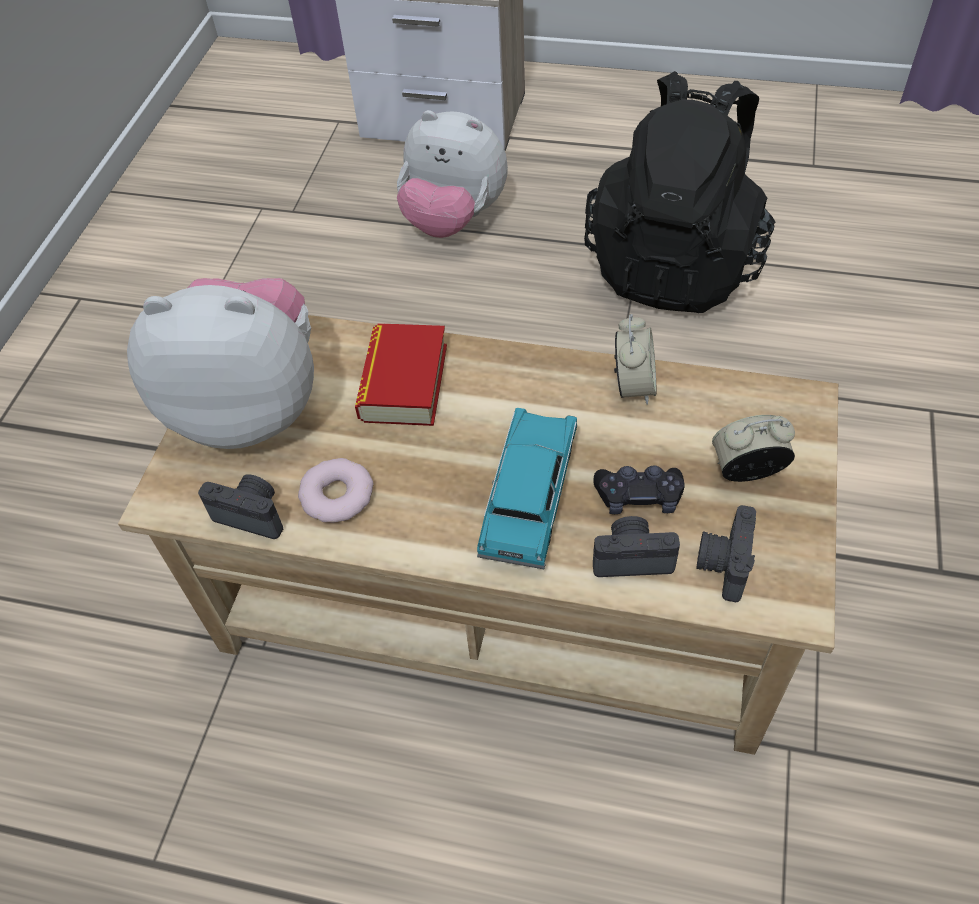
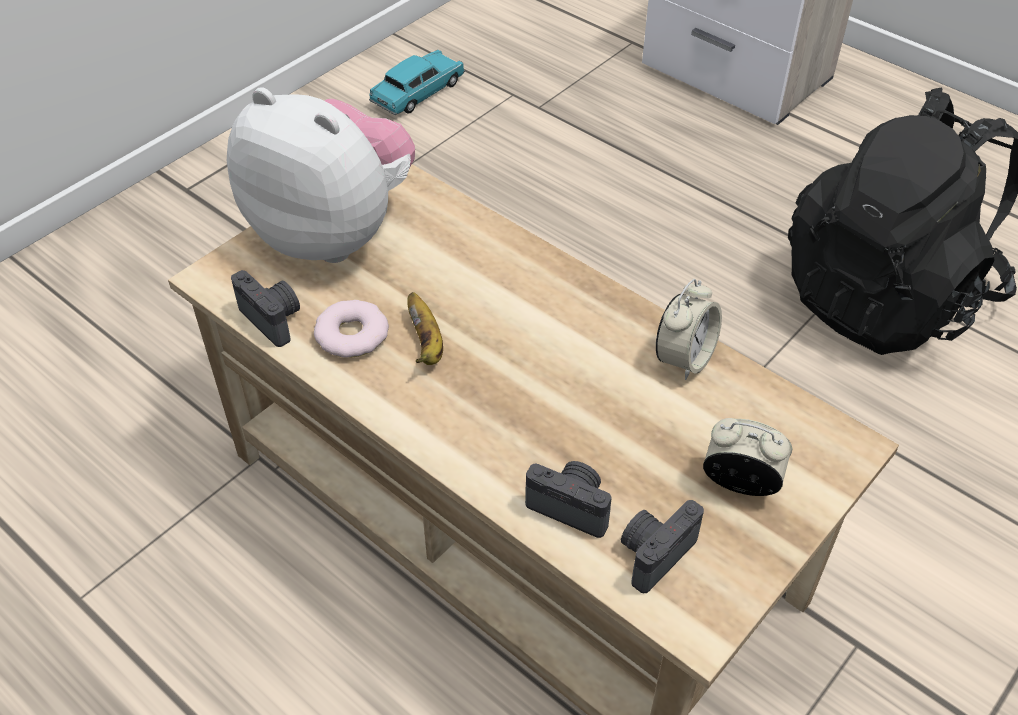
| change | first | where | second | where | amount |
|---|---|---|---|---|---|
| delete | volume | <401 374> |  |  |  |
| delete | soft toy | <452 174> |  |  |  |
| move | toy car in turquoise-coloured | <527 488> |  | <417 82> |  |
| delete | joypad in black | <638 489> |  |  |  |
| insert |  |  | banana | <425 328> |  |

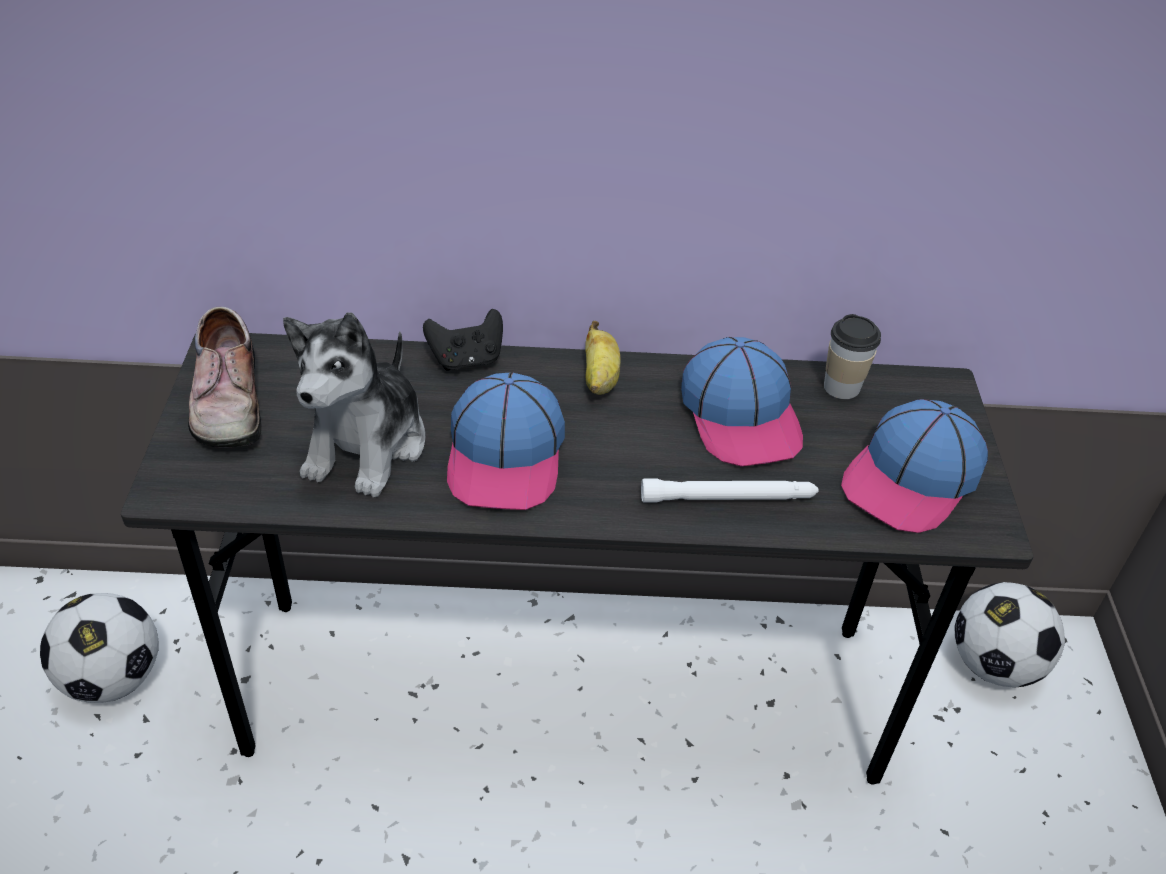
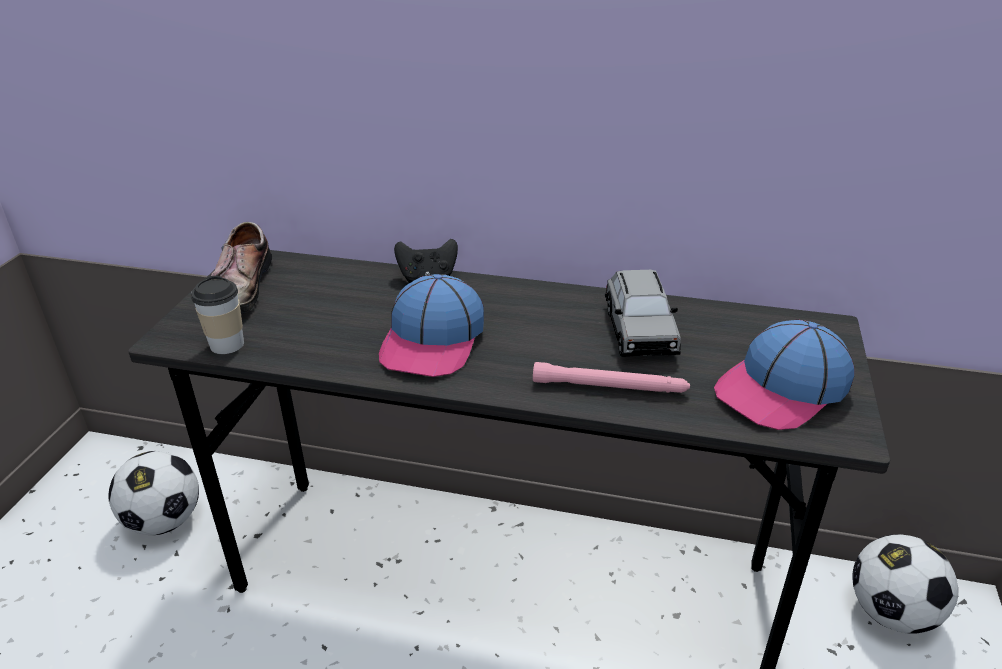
| change | first | where | second | where | amount |
|---|---|---|---|---|---|
| delete | soft toy | <354 404> |  |  |  |
| delete | banana | <603 358> |  |  |  |
| recolor | flashlight in whitish | <730 491> | flashlight in pink-coloured | <611 377> |  |
| replace | peaked cap | <742 402> | toy car in greyish | <643 313> |  |
| move | cup | <852 356> |  | <217 315> |  |

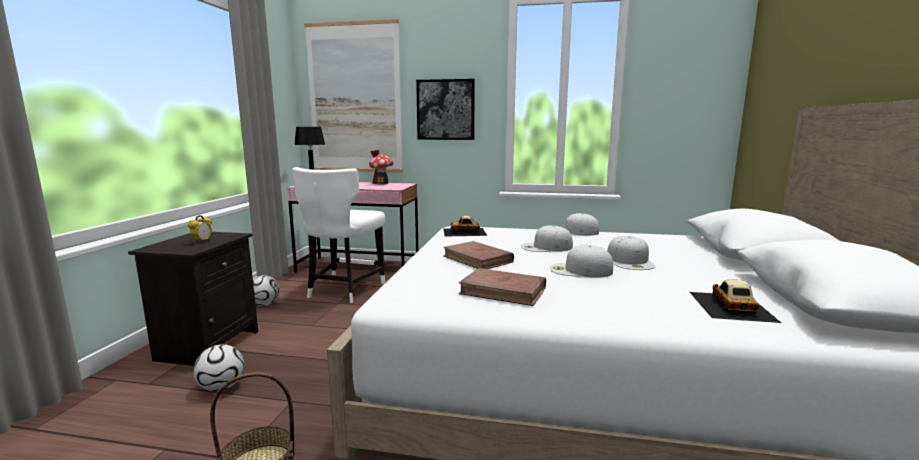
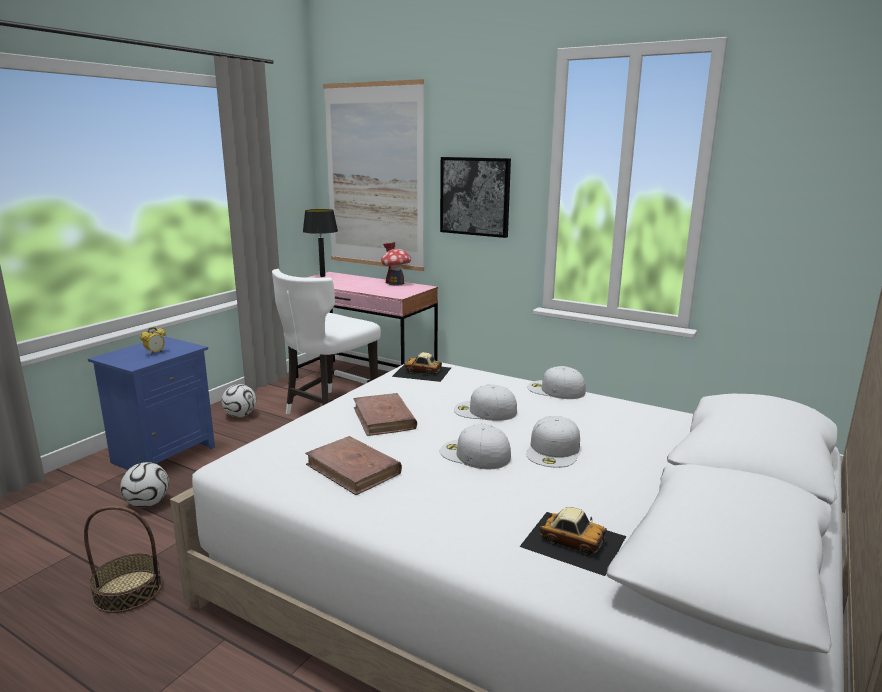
| change | first | where | second | where | amount |
|---|---|---|---|---|---|
| recolor | night table in black | <193 299> | night table in bluish | <151 403> |  |
| rotate | toy car | <735 301> |  | <572 541> | 90 degrees clockwise |

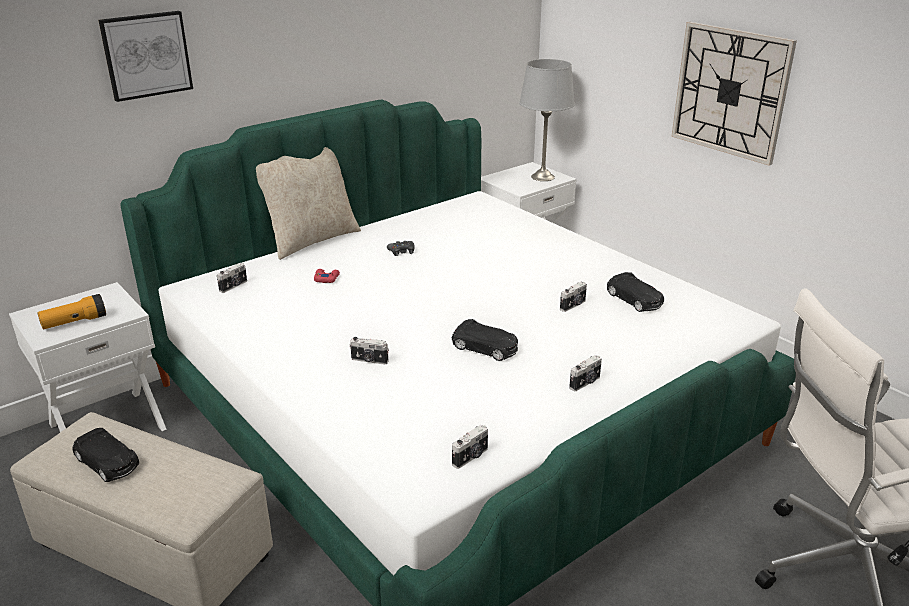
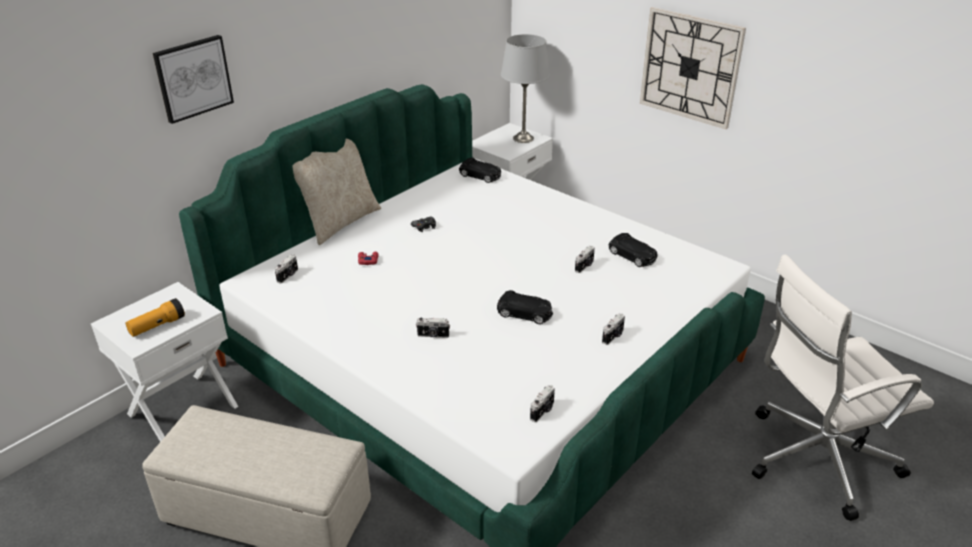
| change | first | where | second | where | amount |
|---|---|---|---|---|---|
| move | toy car in black | <106 455> |  | <480 170> |  |

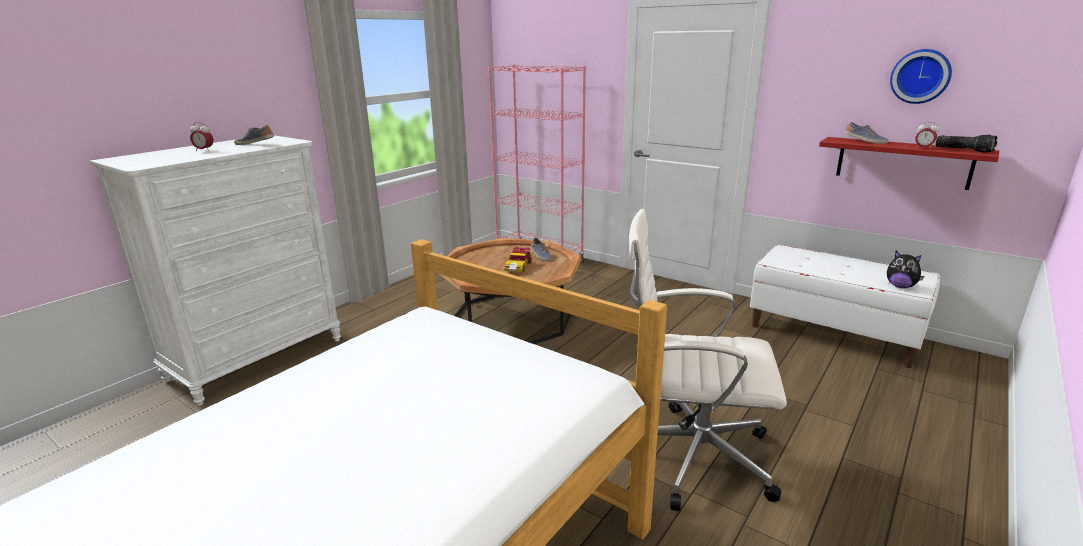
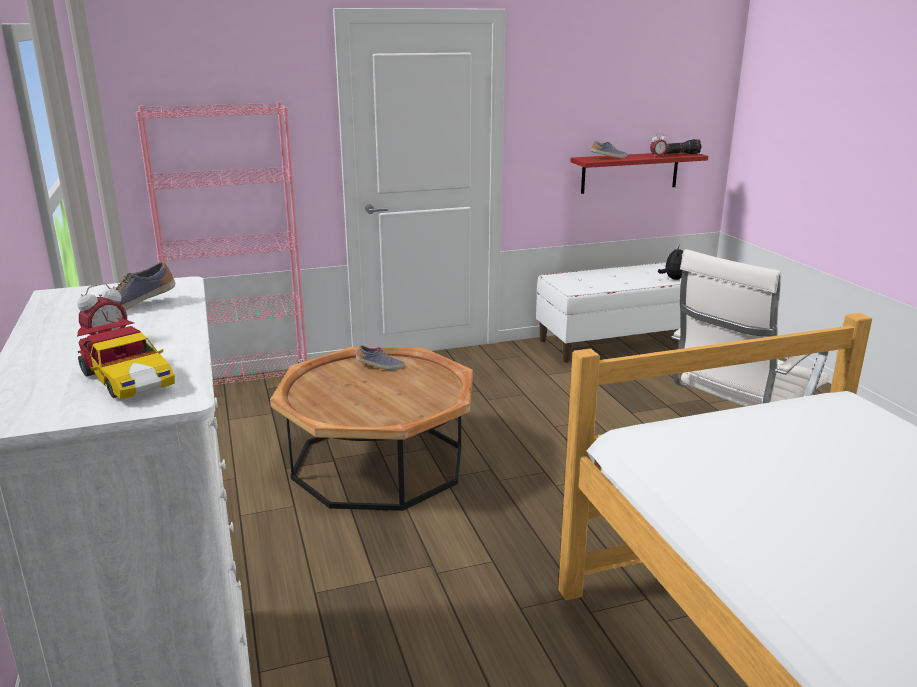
| change | first | where | second | where | amount |
|---|---|---|---|---|---|
| move | toy car | <518 259> |  | <126 358> |  |
| rotate | soft toy | <906 269> |  | <670 263> | 60 degrees counterclockwise |
| delete | wall clock | <921 76> |  |  |  |

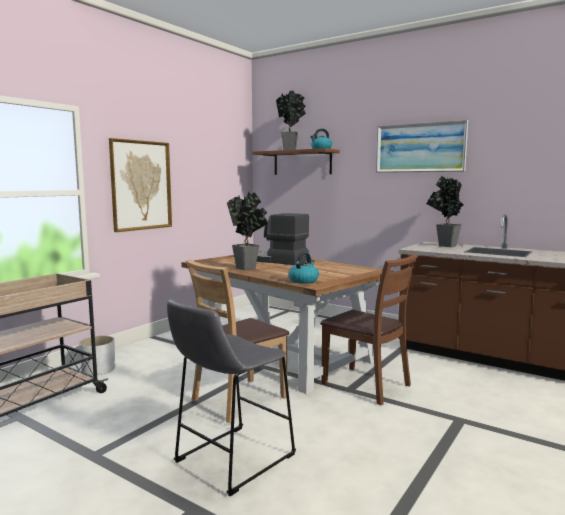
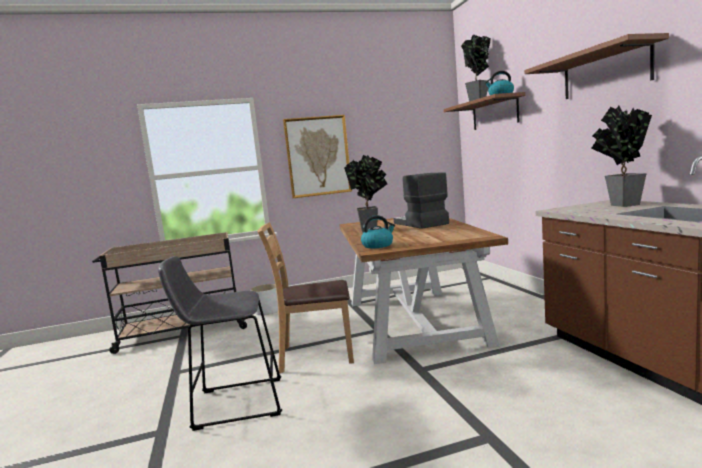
| change | first | where | second | where | amount |
|---|---|---|---|---|---|
| delete | chair in brown | <369 329> |  |  |  |
| replace | picture | <422 146> | bracket shelf in brown | <596 66> |  |

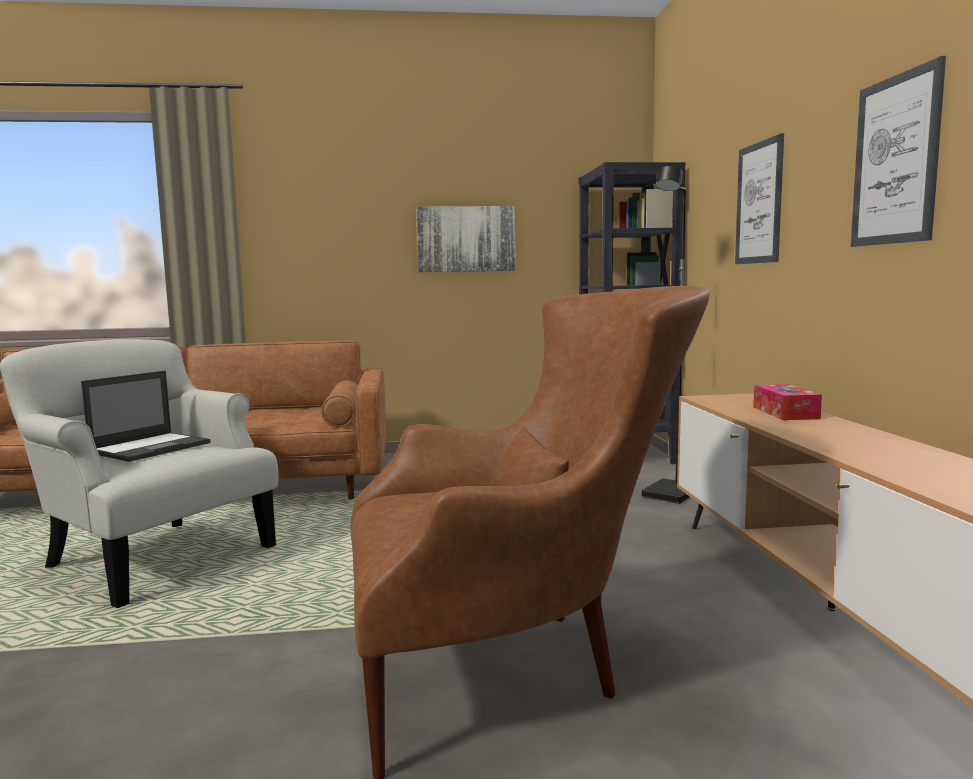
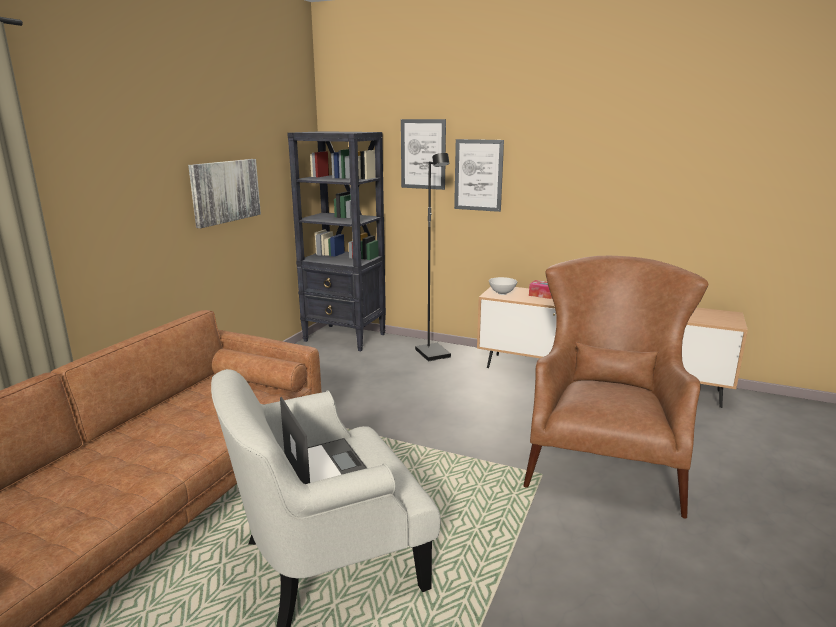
| change | first | where | second | where | amount |
|---|---|---|---|---|---|
| move | picture | <898 151> |  | <423 154> |  |
| insert |  |  | deep dish in whitish | <503 286> |  |

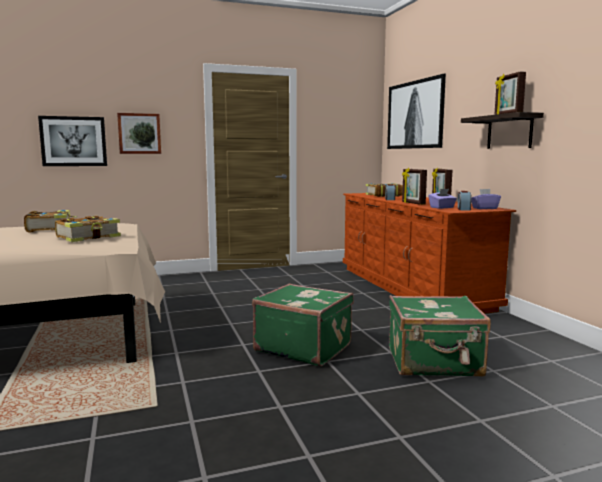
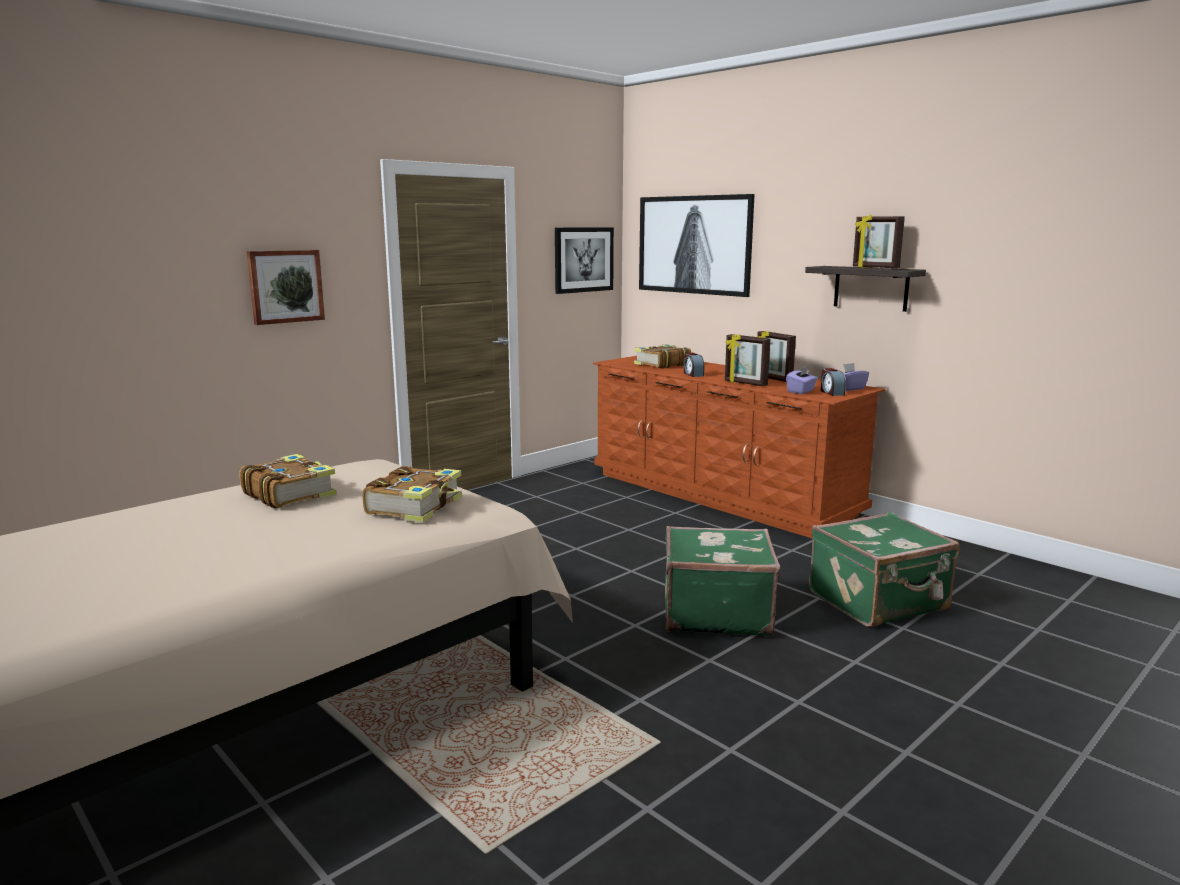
| change | first | where | second | where | amount |
|---|---|---|---|---|---|
| move | picture | <72 141> |  | <584 261> |  |

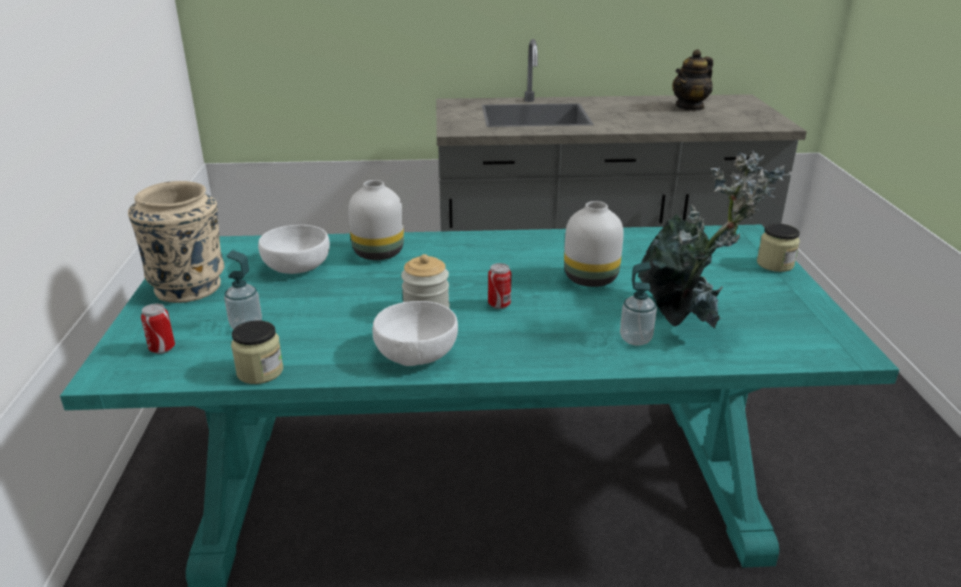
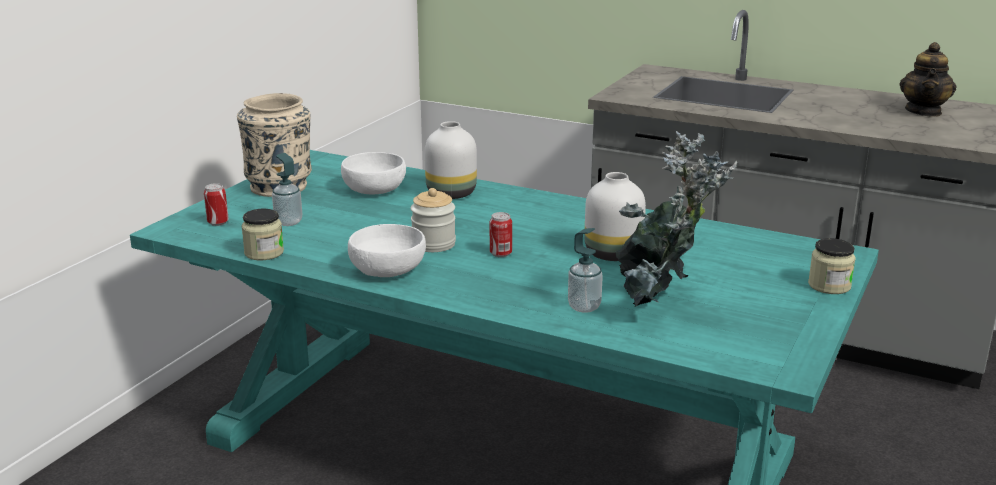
| change | first | where | second | where | amount |
|---|---|---|---|---|---|
| rotate | tea pot | <693 80> |  | <927 79> | 60 degrees counterclockwise |

